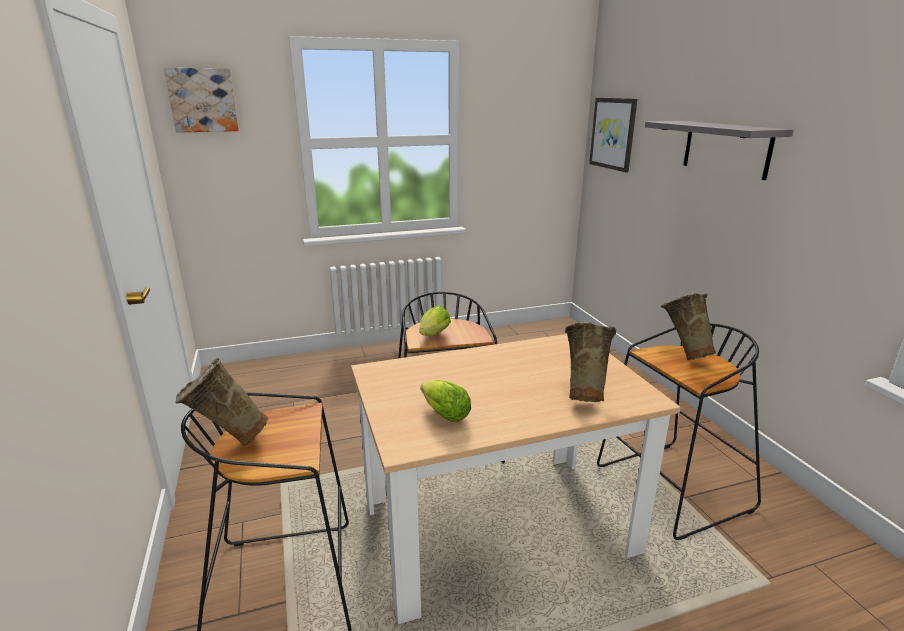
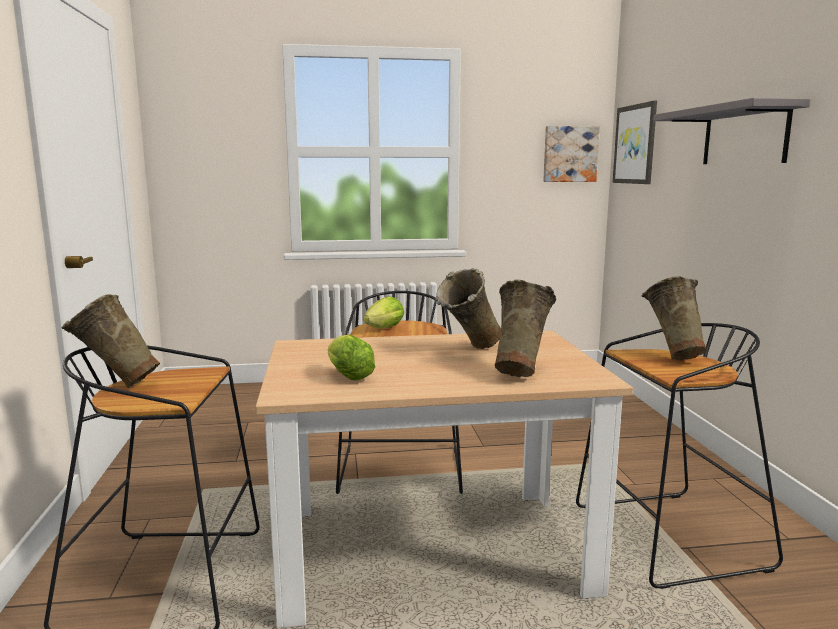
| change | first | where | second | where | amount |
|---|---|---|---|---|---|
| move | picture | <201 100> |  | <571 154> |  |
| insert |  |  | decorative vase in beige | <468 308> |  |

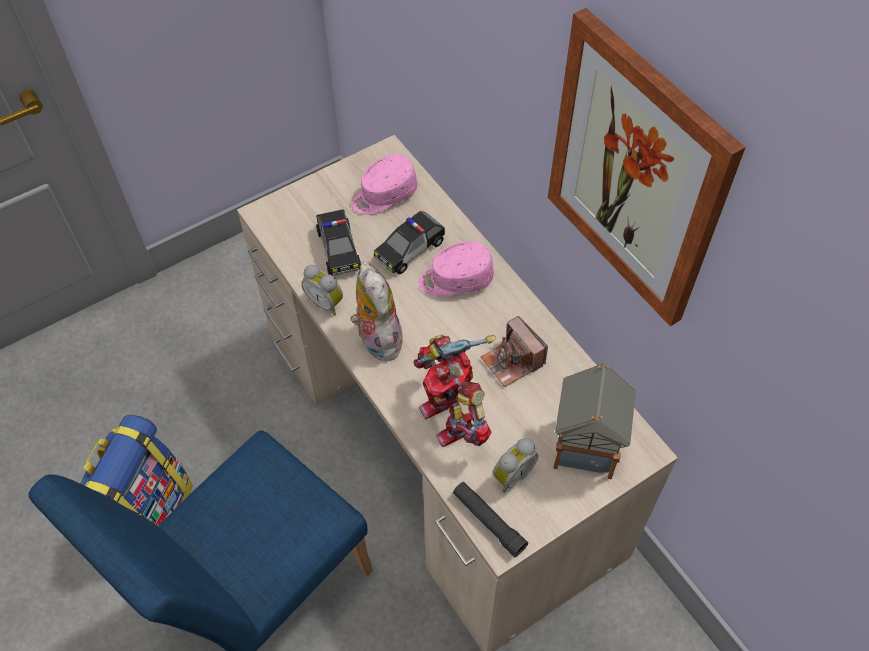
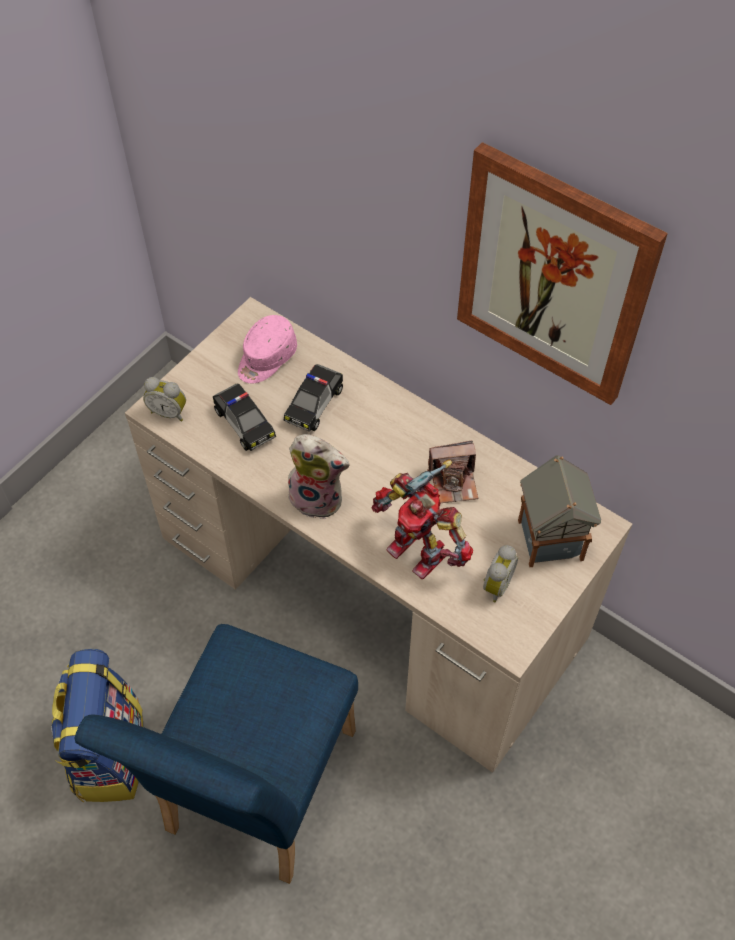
| change | first | where | second | where | amount |
|---|---|---|---|---|---|
| move | bedside clock | <322 290> |  | <164 399> |  |
| rotate | soft toy | <377 311> |  | <317 476> | 150 degrees clockwise |
| delete | peaked cap in pink-coloured | <456 268> |  |  |  |
| delete | flashlight in black | <490 520> |  |  |  |
| rotate | photo camera | <514 351> |  | <452 472> | 45 degrees counterclockwise |

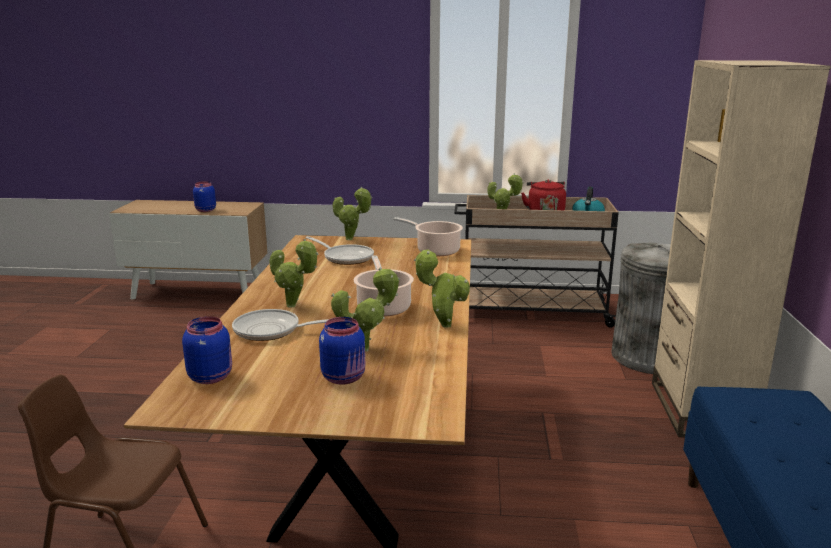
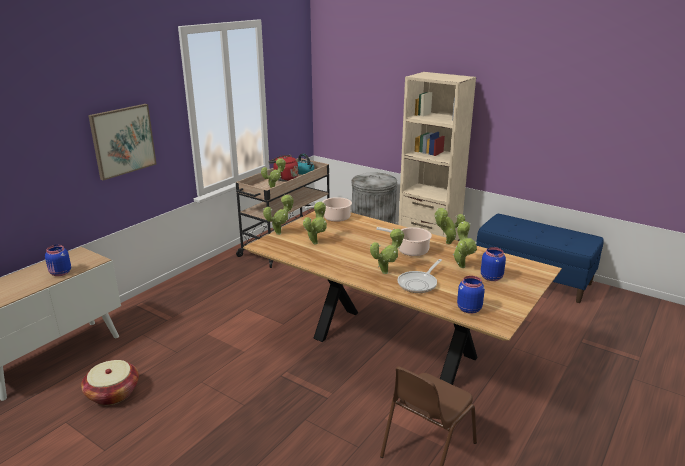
| change | first | where | second | where | amount |
|---|---|---|---|---|---|
| replace | skillet | <339 250> | houseplant | <315 223> |  |
| insert |  |  | basket | <110 382> |  |
| insert |  |  | picture | <122 142> |  |

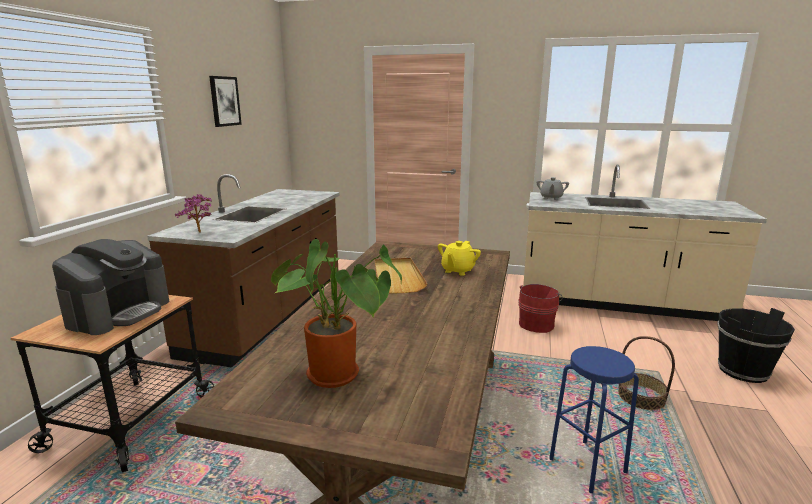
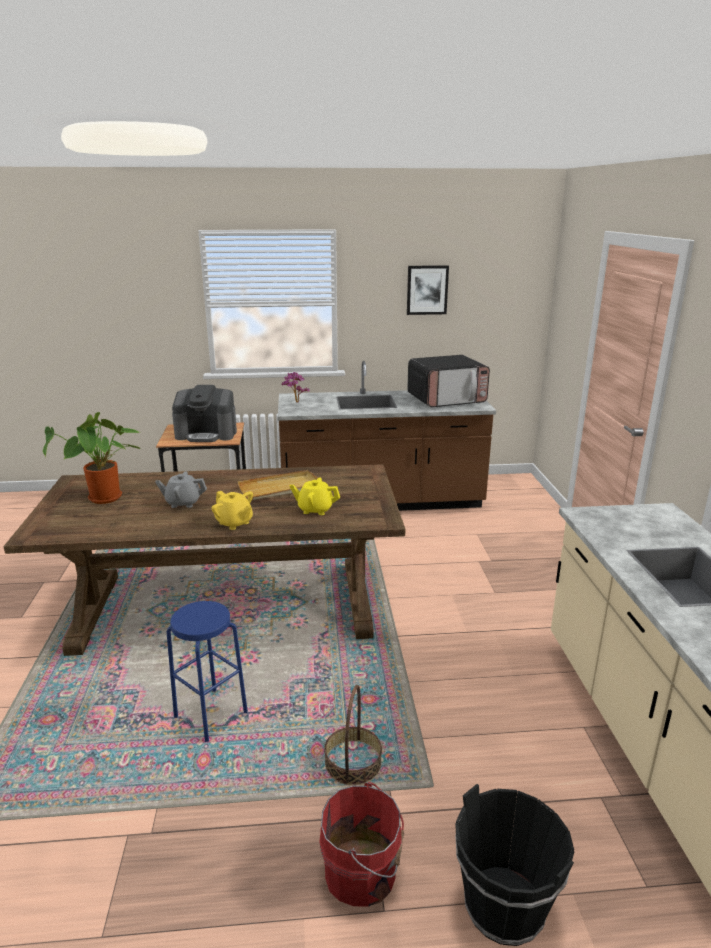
| change | first | where | second | where | amount |
|---|---|---|---|---|---|
| move | bucket in reddish | <540 308> |  | <361 844> |  |
| move | tea pot in greyish | <552 188> |  | <181 489> |  |
| insert |  |  | tea pot in yellow | <232 510> |  |
| insert |  |  | microwave oven | <448 381> |  |

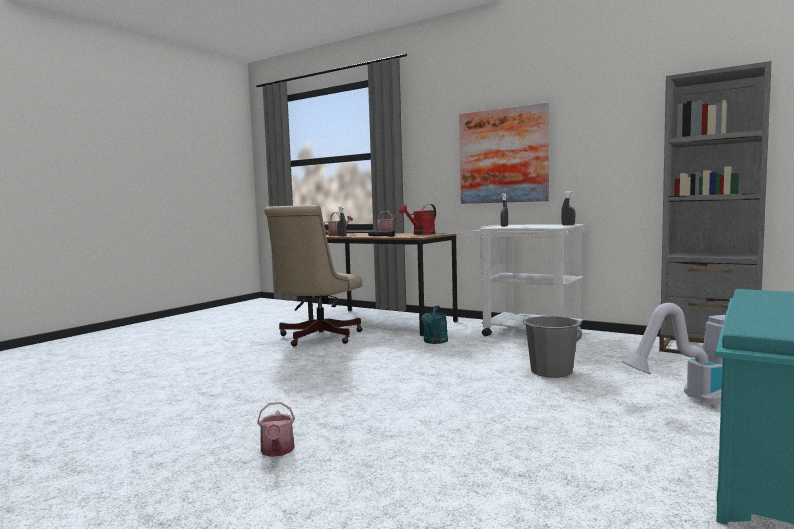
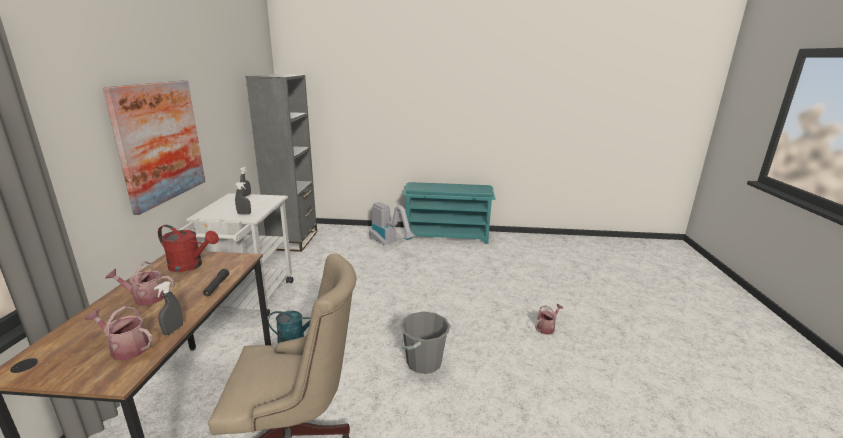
| change | first | where | second | where | amount |
|---|---|---|---|---|---|
| move | bucket in greyish | <552 347> |  | <425 342> |  |

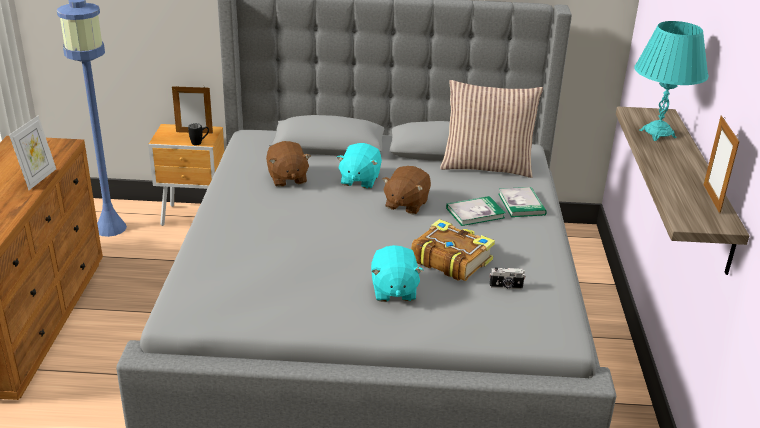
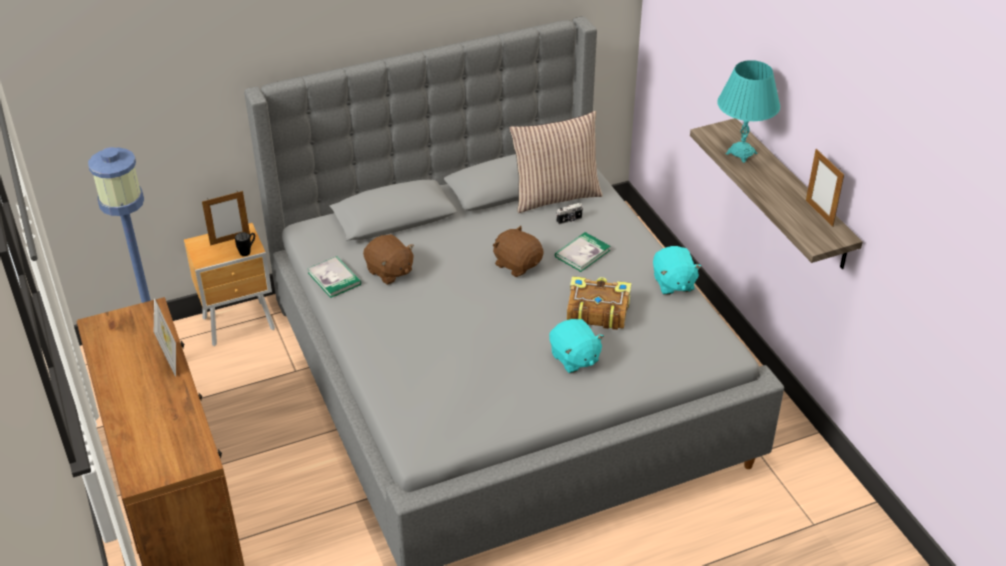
| change | first | where | second | where | amount |
|---|---|---|---|---|---|
| move | soft toy in turquoise-coloured | <359 166> |  | <677 270> |  |
| rotate | soft toy in brown | <406 190> |  | <518 251> | 135 degrees clockwise |
| move | photo camera | <507 278> |  | <569 214> |  |
| move | volume | <522 202> |  | <334 277> |  |

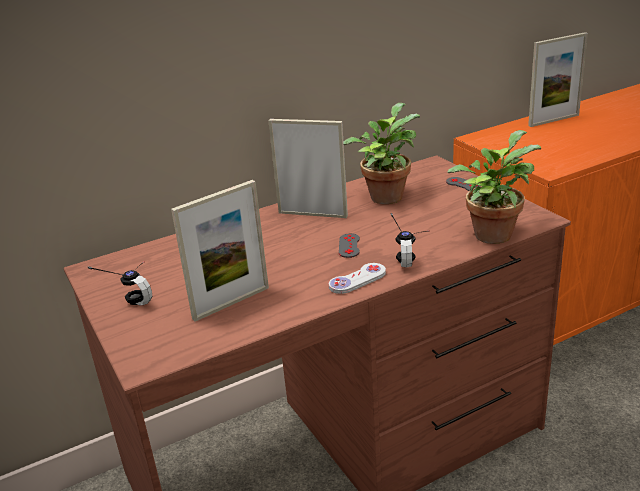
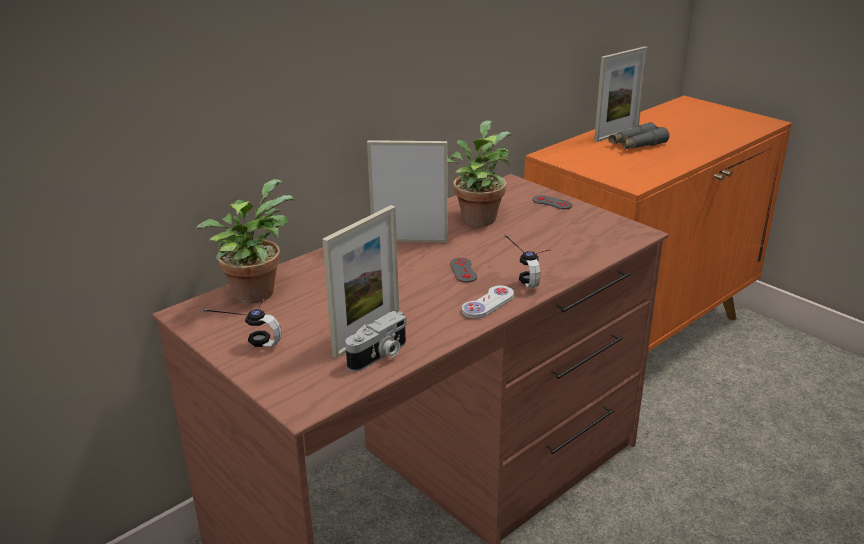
| change | first | where | second | where | amount |
|---|---|---|---|---|---|
| move | houseplant | <494 187> |  | <245 241> |  |
| insert |  |  | photo camera | <376 341> |  |
| insert |  |  | field glasses in greyish | <638 135> |  |

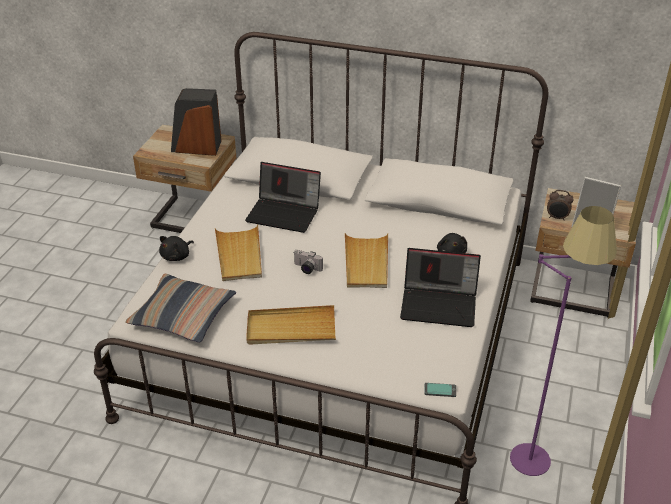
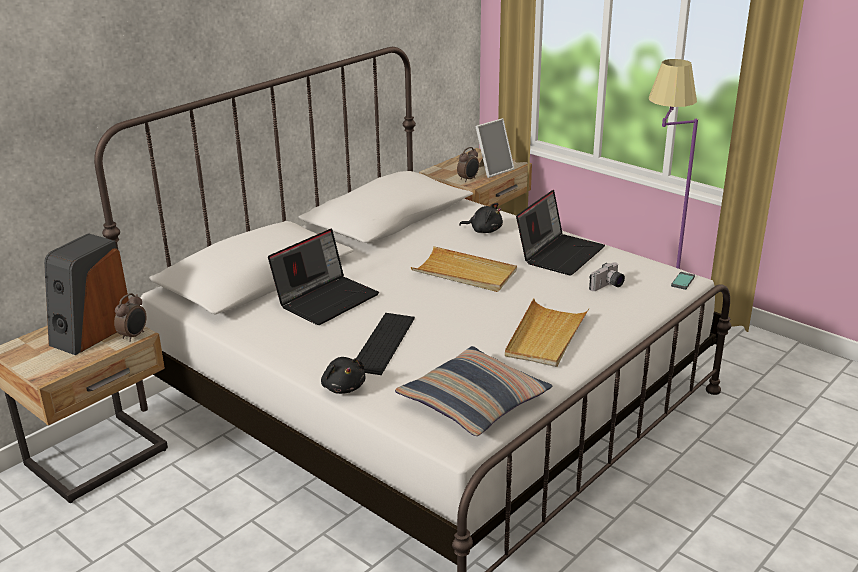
| change | first | where | second | where | amount |
|---|---|---|---|---|---|
| replace | tray in beige | <238 252> | keyboard | <386 344> |  |
| move | photo camera | <308 262> |  | <607 276> |  |
| insert |  |  | bedside clock | <130 317> |  |

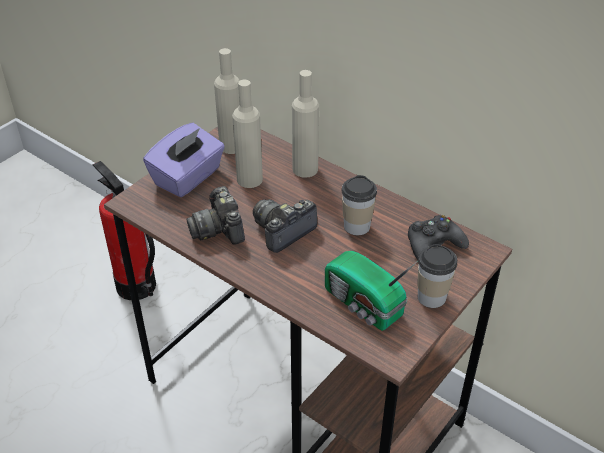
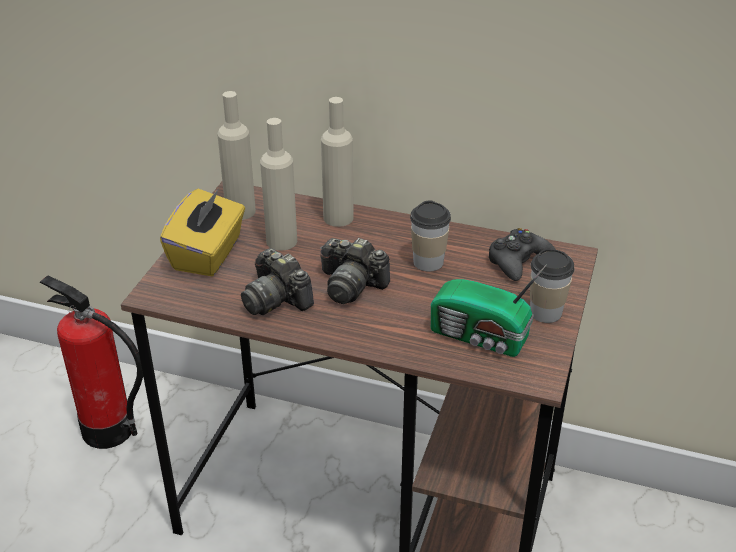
| change | first | where | second | where | amount |
|---|---|---|---|---|---|
| recolor | box of tissues in purplish | <184 160> | box of tissues in yellow | <202 232> |  |
| rotate | photo camera | <285 226> |  | <355 271> | 90 degrees counterclockwise |

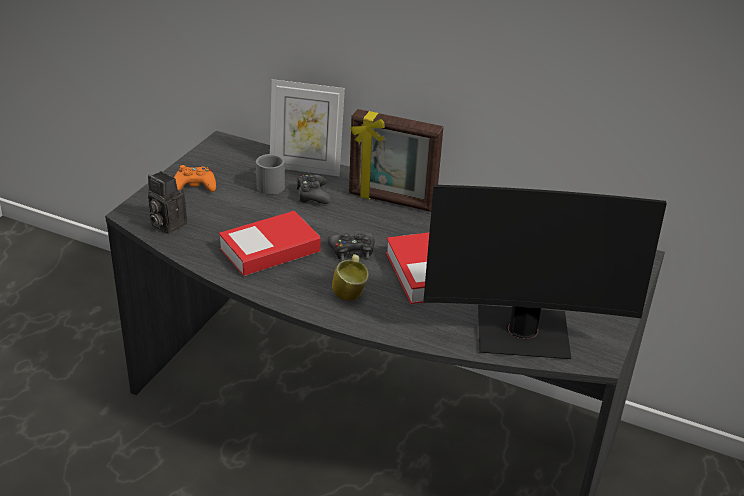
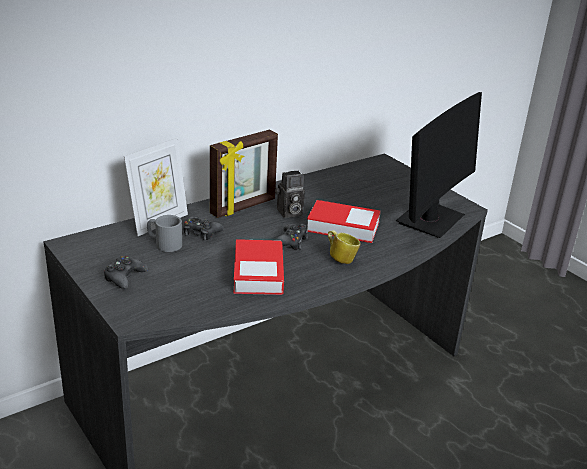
| change | first | where | second | where | amount |
|---|---|---|---|---|---|
| move | photo camera | <167 202> |  | <290 194> |  |
| recolor | joypad in orange-coloured | <195 178> | joypad in black | <126 272> |  |

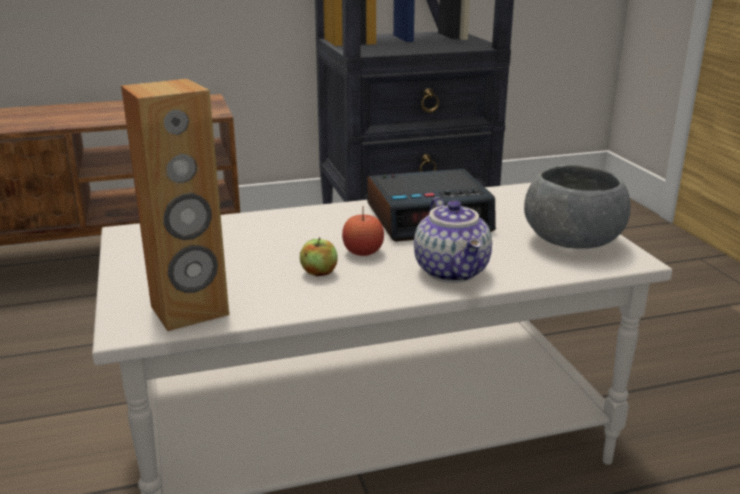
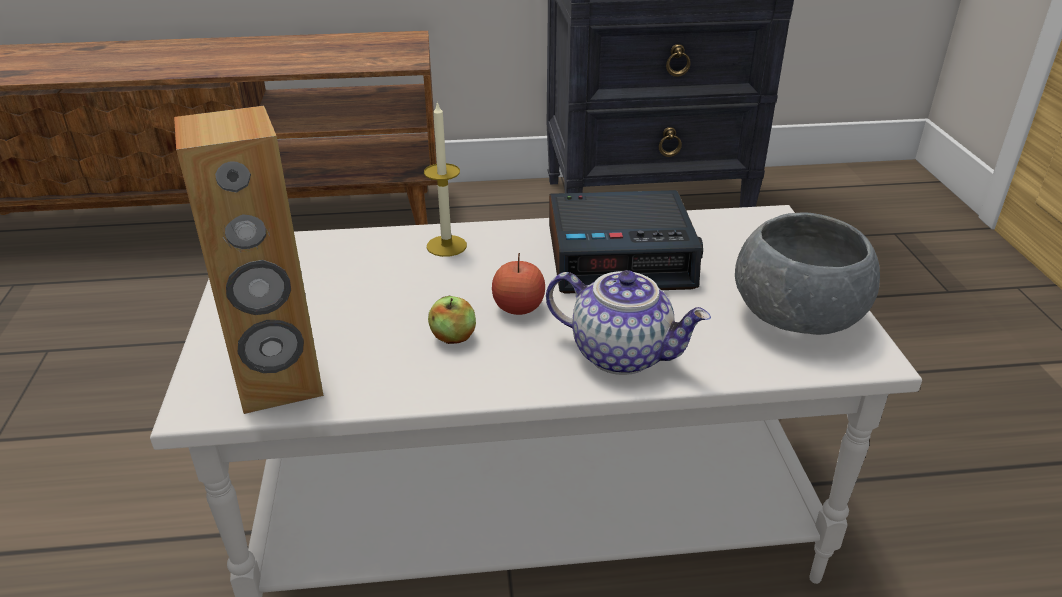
| change | first | where | second | where | amount |
|---|---|---|---|---|---|
| rotate | tea pot | <453 240> |  | <628 322> | 60 degrees counterclockwise |
| insert |  |  | candle | <445 179> |  |

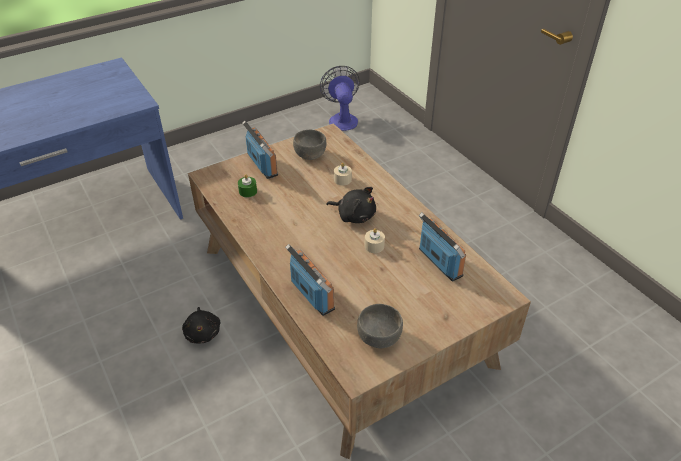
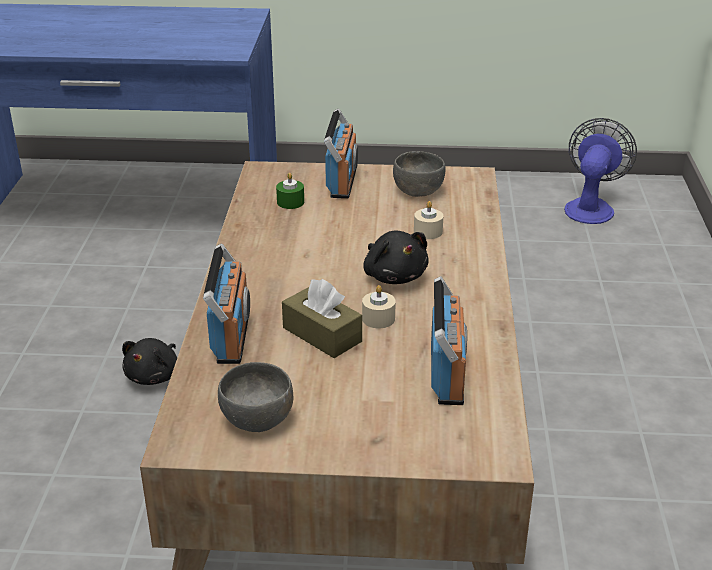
| change | first | where | second | where | amount |
|---|---|---|---|---|---|
| insert |  |  | box of tissues in brown | <322 318> |  |

